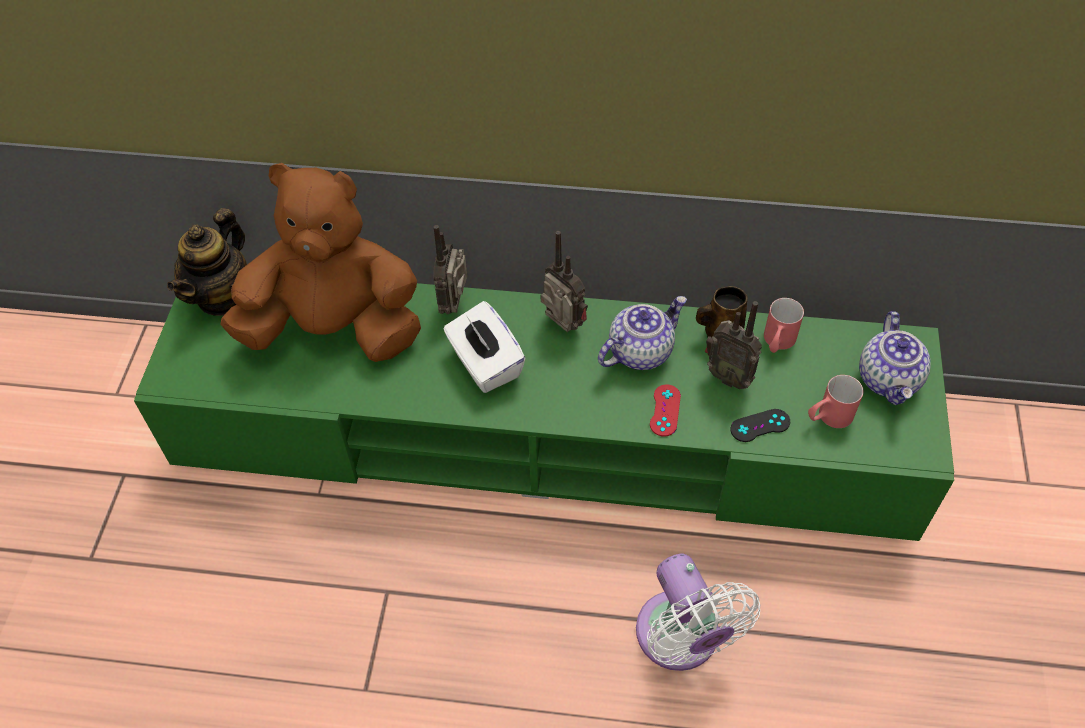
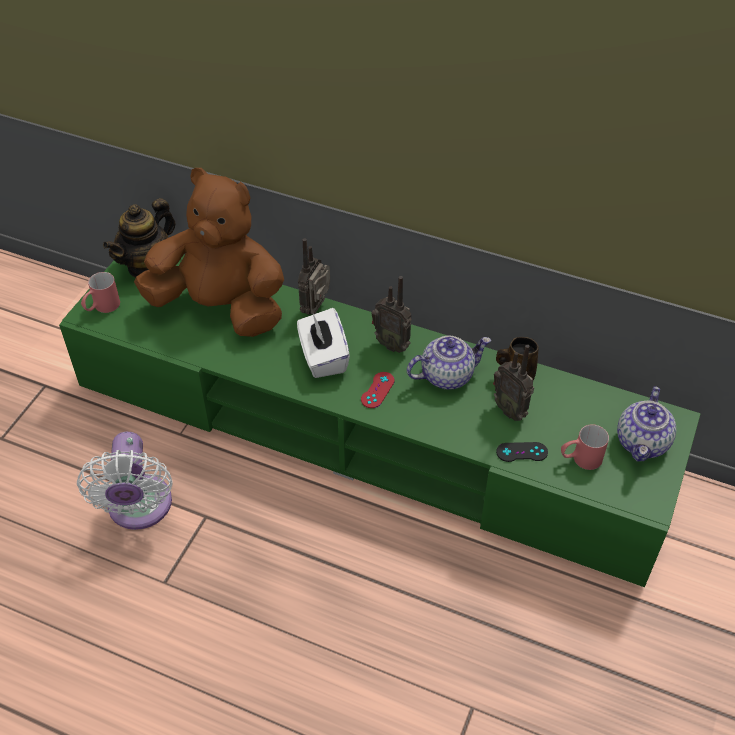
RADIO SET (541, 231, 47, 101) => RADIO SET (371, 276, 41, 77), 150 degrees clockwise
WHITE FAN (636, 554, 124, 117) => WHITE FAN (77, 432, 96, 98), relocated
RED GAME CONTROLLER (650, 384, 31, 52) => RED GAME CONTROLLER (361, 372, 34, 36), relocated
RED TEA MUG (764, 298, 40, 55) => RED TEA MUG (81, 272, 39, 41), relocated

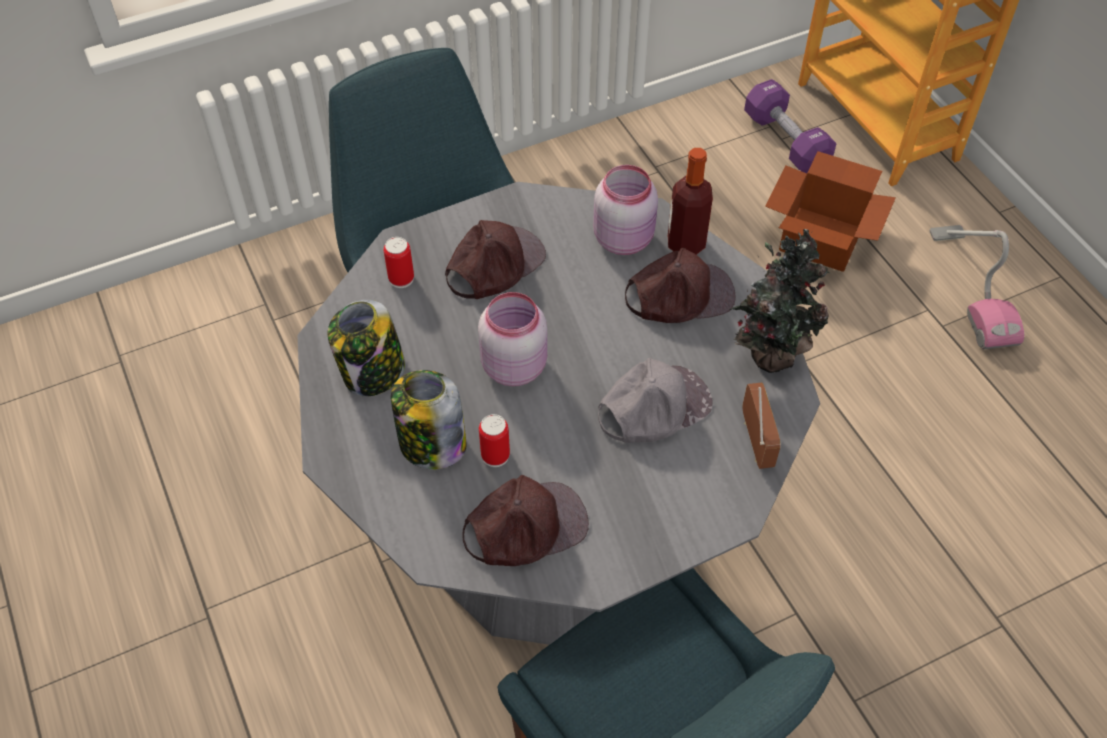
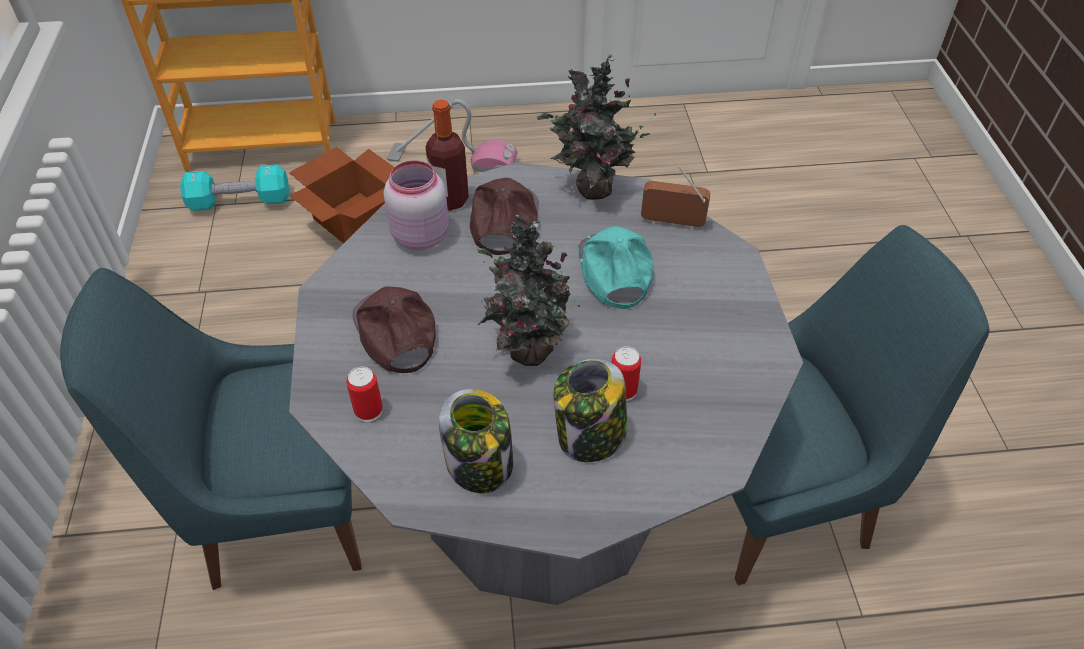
BROWN PEAKED CAP (462, 475, 127, 91) => nothing
PINK JAR (478, 292, 69, 94) => PLANT IN A POT (477, 215, 103, 151)
GREYISH PEAKED CAP (598, 358, 115, 85) => BLUE-GREEN PEAKED CAP (578, 226, 75, 83)
PURPLISH HAND WEIGHT (744, 79, 92, 94) => BLUE-GREEN HAND WEIGHT (180, 164, 109, 47)

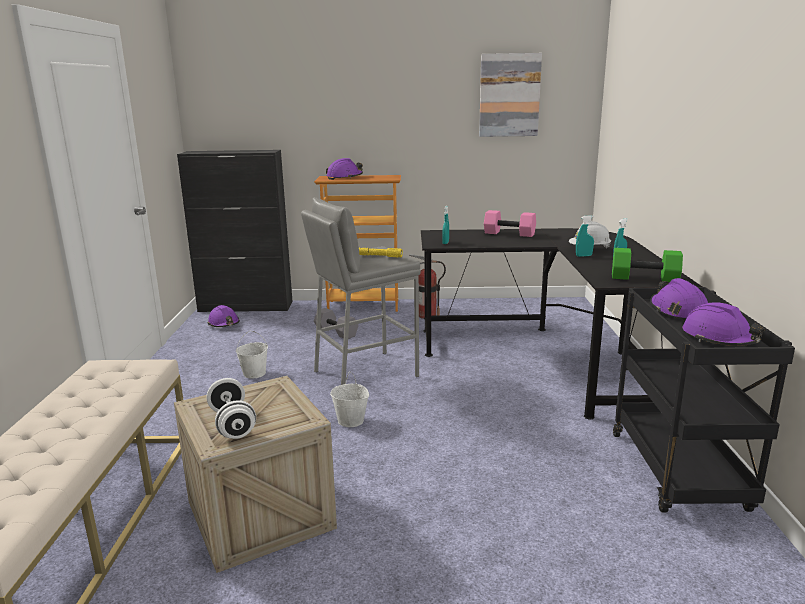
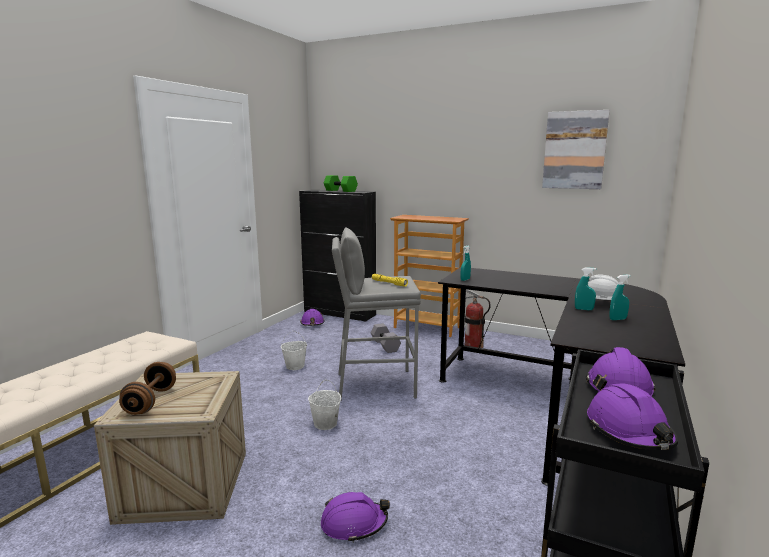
WHITE HAND WEIGHT (206, 378, 50, 61) => BROWN HAND WEIGHT (119, 362, 57, 53)
PURPLISH HARD HAT (326, 158, 37, 22) => PURPLISH HARD HAT (321, 492, 69, 51), relocated
PINK HAND WEIGHT (484, 210, 52, 27) => nothing
GREENISH HAND WEIGHT (612, 248, 71, 34) => GREENISH HAND WEIGHT (324, 175, 34, 17), relocated

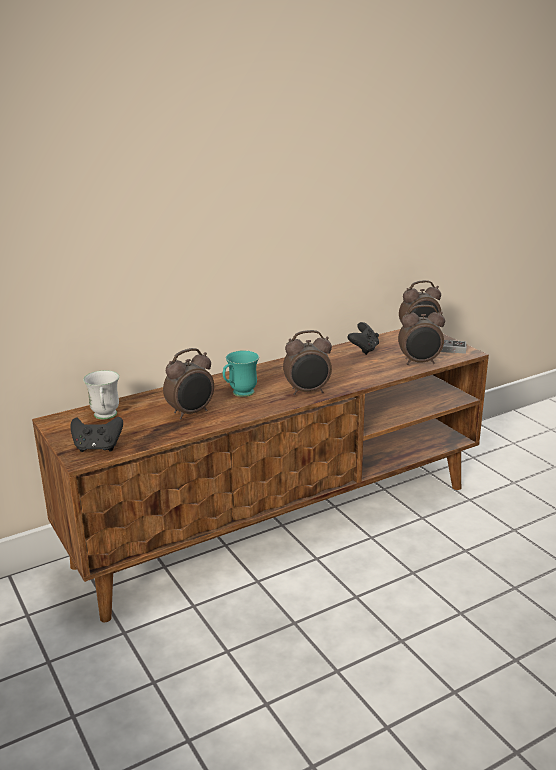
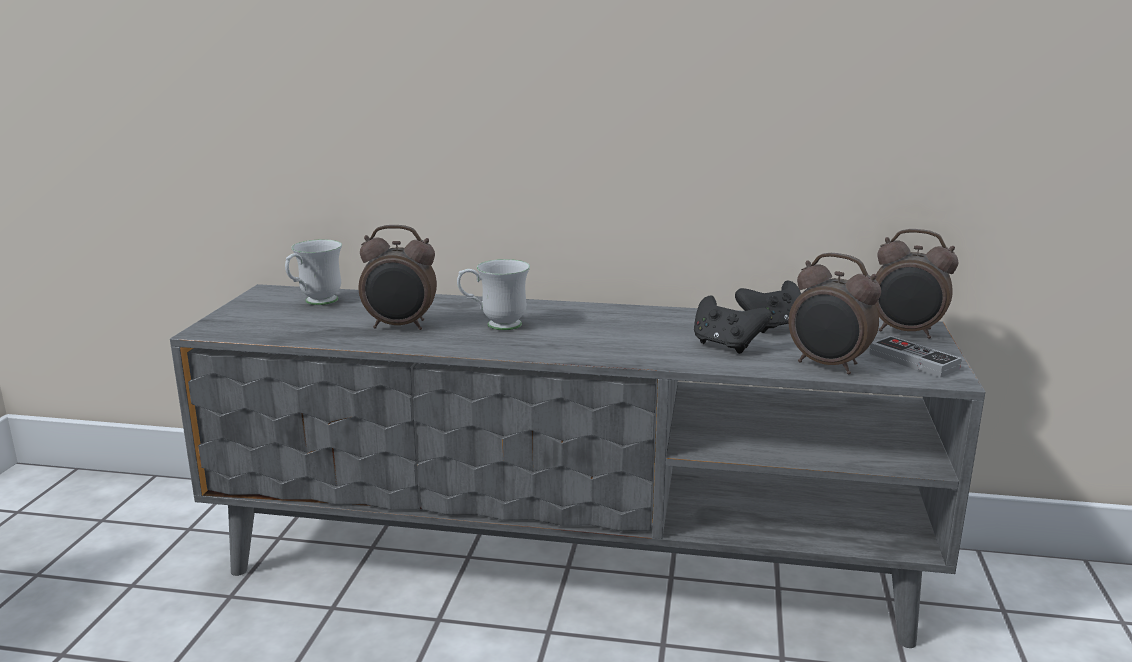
BROWN TV UNIT (32, 329, 457, 293) => GREYISH TV UNIT (170, 284, 815, 364)
BLACK-COLOURED GAME CONTROLLER (70, 417, 53, 35) => BLACK-COLOURED GAME CONTROLLER (694, 296, 77, 58), relocated
BLUE-GREEN TEA MUG (223, 350, 36, 47) => WHITE TEA MUG (457, 259, 73, 71)
BEDSIDE CLOCK (283, 330, 49, 65) => nothing

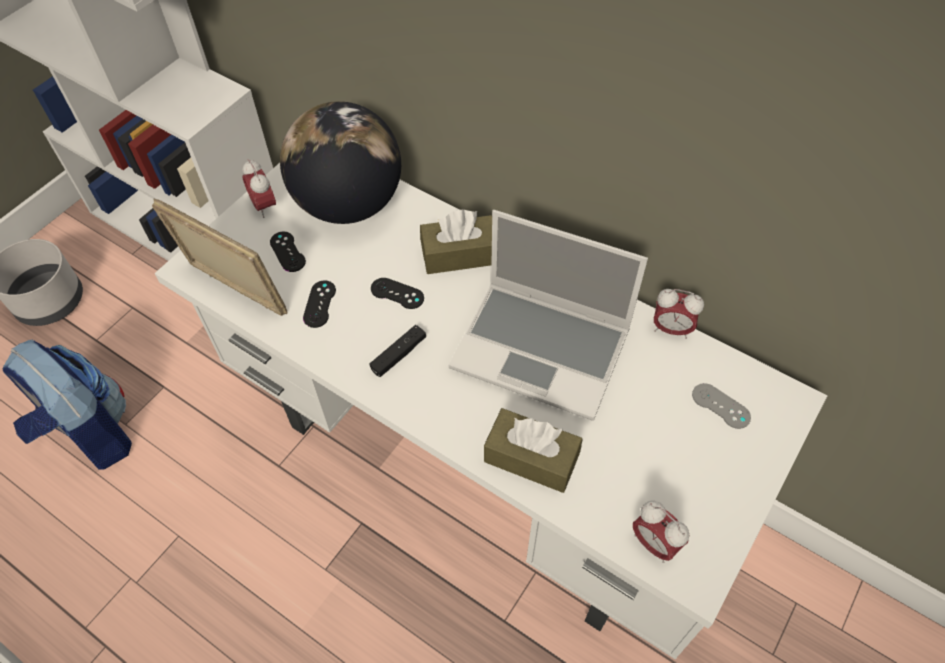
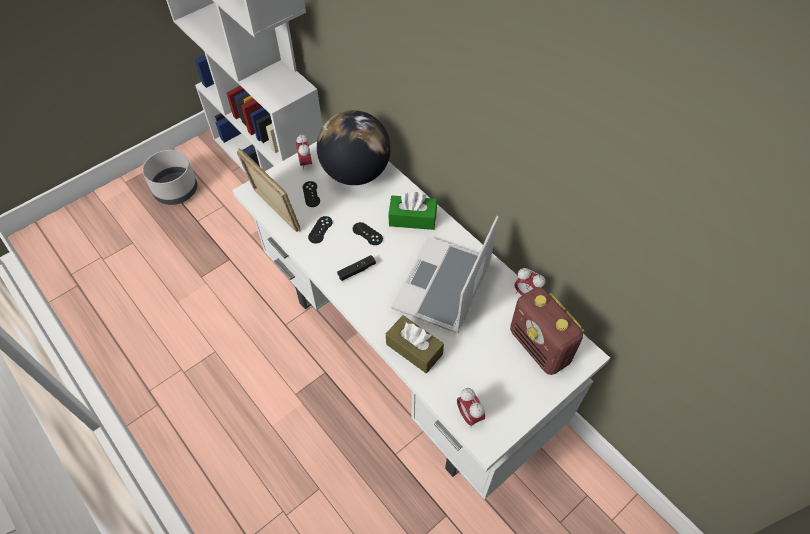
KNAPSACK (3, 340, 129, 130) => nothing
BROWN TISSUE HOLDER (420, 210, 72, 64) => GREENISH TISSUE HOLDER (388, 192, 49, 38)
PORTABLE COMPUTER (449, 210, 199, 211) => PORTABLE COMPUTER (391, 216, 107, 118), 75 degrees clockwise
GREYISH GAME CONTROLLER (692, 383, 59, 46) => RADIO SET (510, 287, 75, 88)

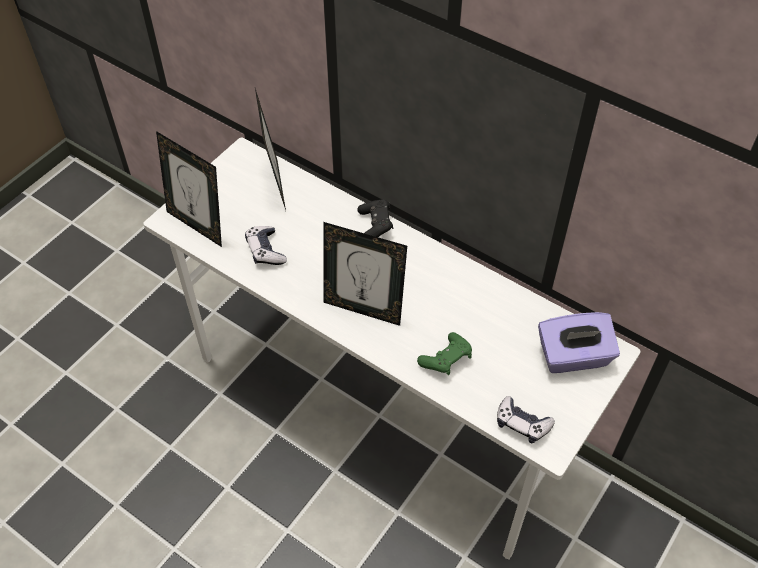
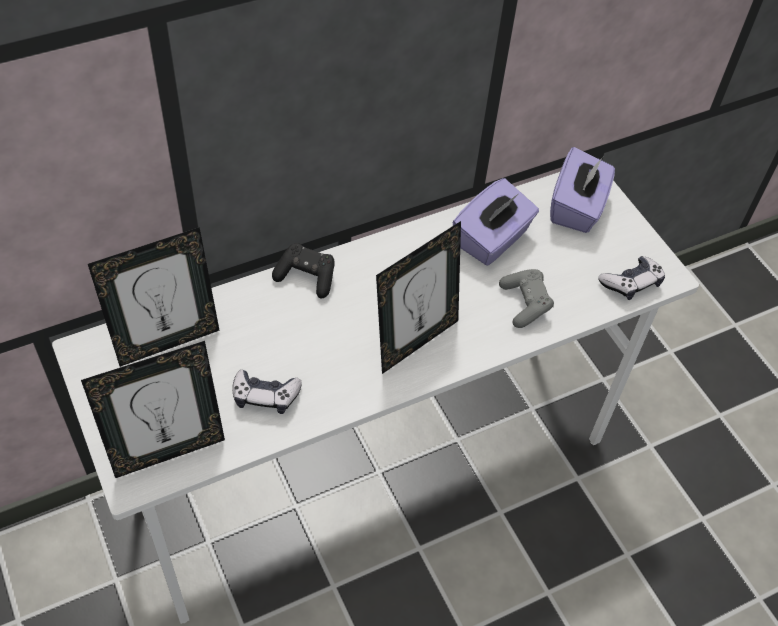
PHOTO FRAME (255, 88, 31, 122) => PHOTO FRAME (88, 227, 132, 140), 135 degrees clockwise
GREENISH GAME CONTROLLER (417, 332, 55, 43) => GREYISH GAME CONTROLLER (499, 269, 55, 59)
nothing => PURPLISH TISSUE HOLDER (453, 178, 86, 88)

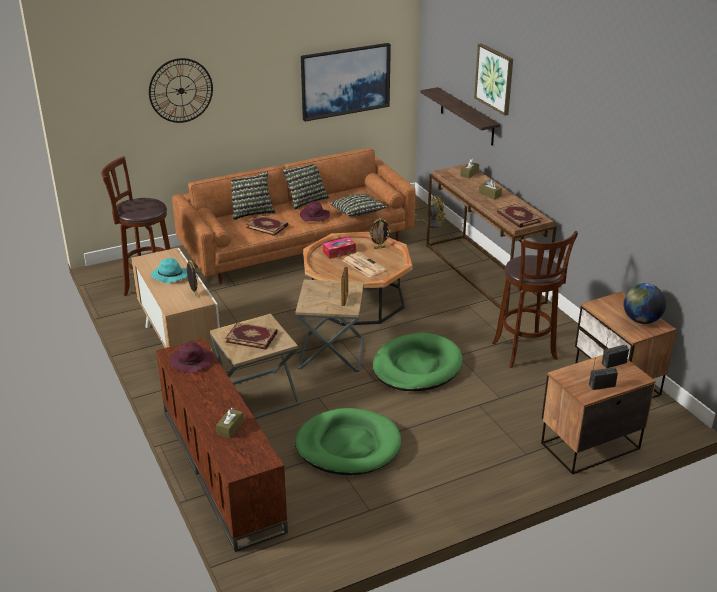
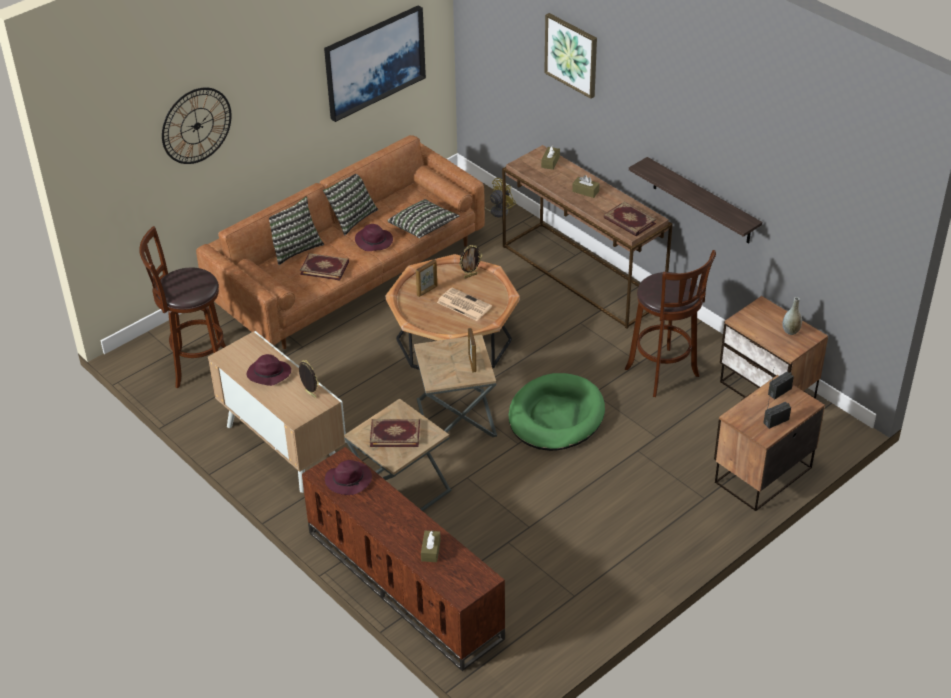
BLUE-GREEN HAT (151, 258, 36, 25) => PURPLISH HAT (247, 354, 44, 32)
GREENISH PET BED (295, 408, 106, 67) => nothing
TISSUE HOLDER (323, 237, 33, 22) => PHOTO FRAME (416, 259, 21, 38)
SHELF (421, 87, 79, 59) => SHELF (629, 157, 133, 87), relocated
WORLD GLOBE (623, 283, 43, 41) => GREYISH FLOWER VASE (783, 297, 19, 38)

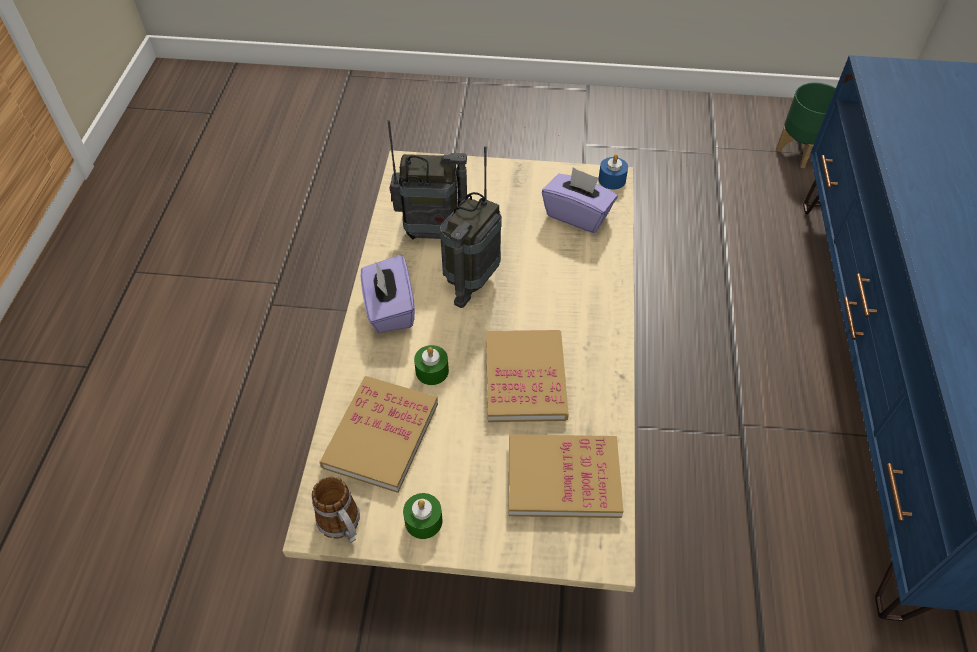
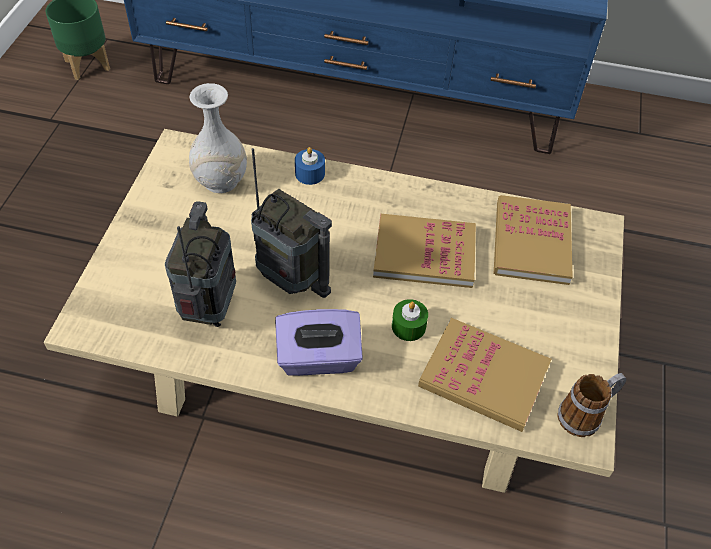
GREENISH WAX LIGHT (403, 493, 39, 46) => nothing
PURPLISH TISSUE HOLDER (542, 167, 76, 66) => WHITE FLOWER VASE (189, 83, 58, 110)
BLUE-COLOURED WAX LIGHT (598, 154, 30, 36) => BLUE-COLOURED WAX LIGHT (295, 147, 30, 38), relocated

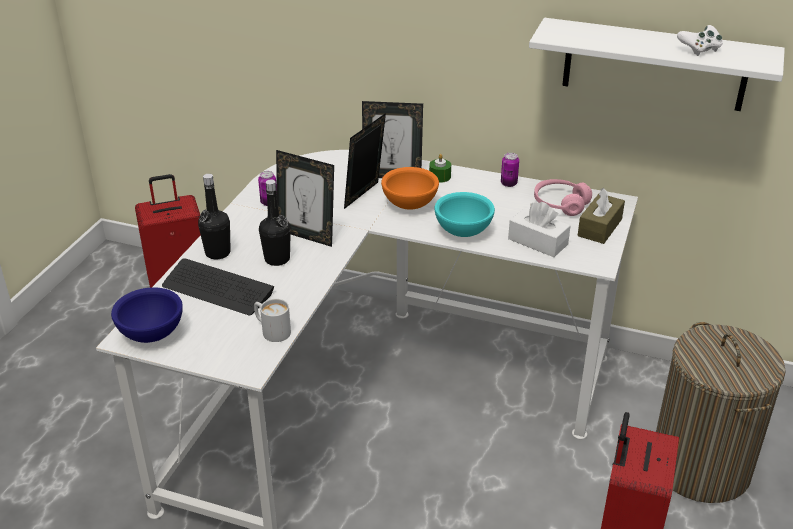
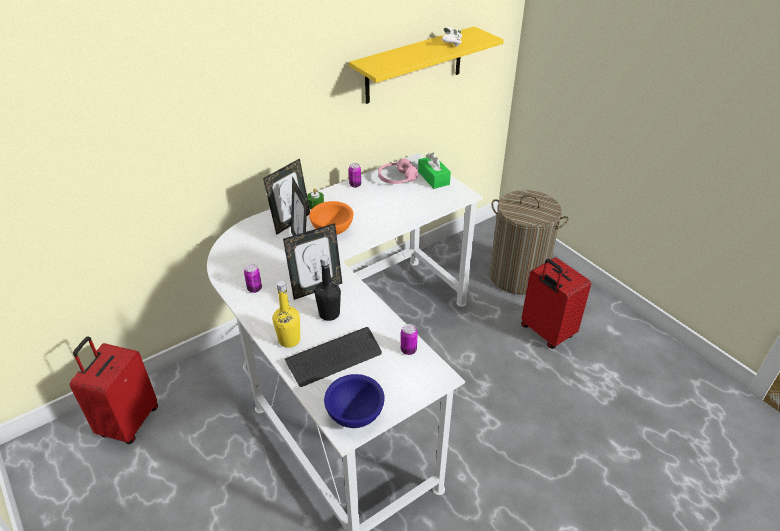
BLACK-COLOURED BOTTLE (198, 174, 33, 86) => YELLOW-COLOURED BOTTLE (273, 281, 27, 67)
WHITE TEA MUG (254, 299, 37, 43) => SEALED CAN (401, 324, 17, 31)
BLUE-GREEN DEEP DISH (434, 192, 61, 45) => nothing
WHITE TISSUE HOLDER (508, 202, 62, 55) => nothing
WHITE SHELF (529, 18, 256, 93) => YELLOW-COLOURED SHELF (349, 26, 155, 78)
BROWN TISSUE HOLDER (578, 188, 47, 56) => GREENISH TISSUE HOLDER (418, 153, 33, 36)

